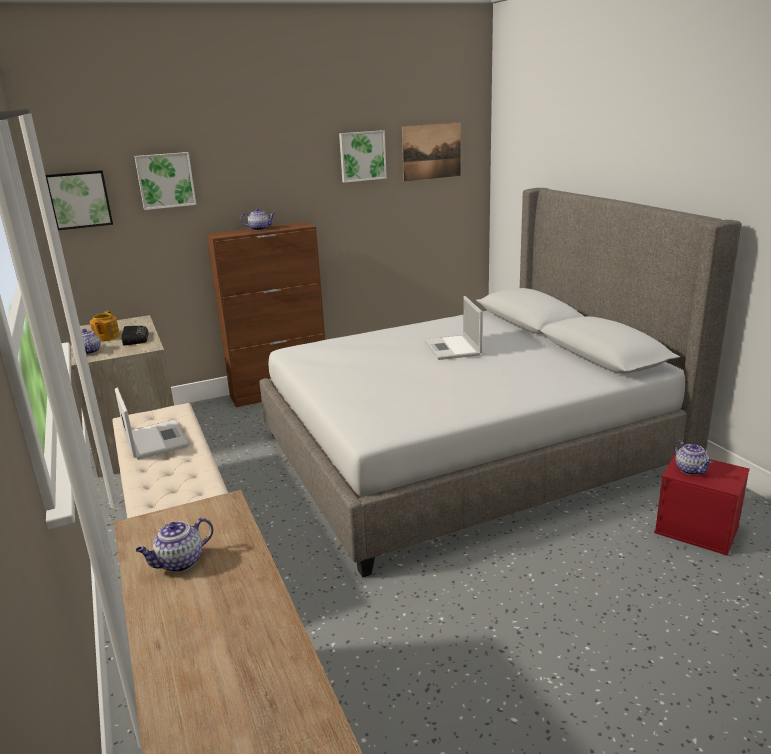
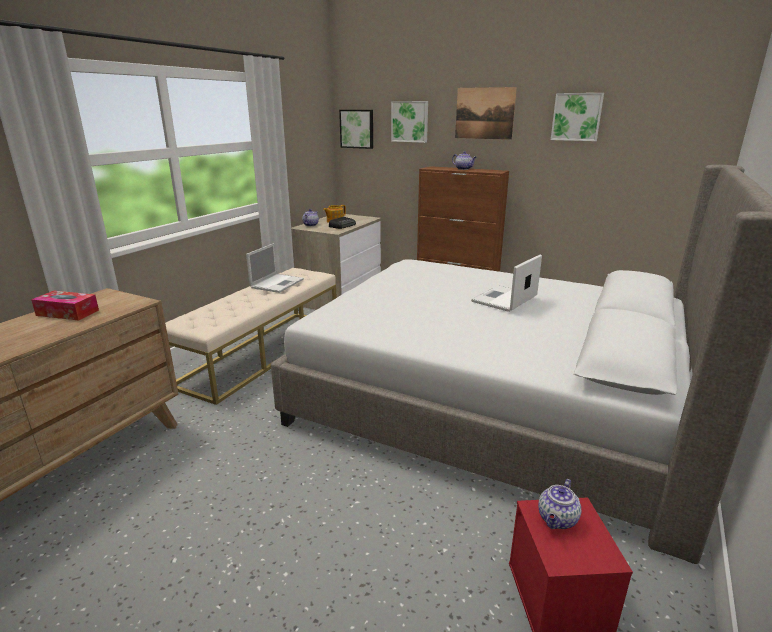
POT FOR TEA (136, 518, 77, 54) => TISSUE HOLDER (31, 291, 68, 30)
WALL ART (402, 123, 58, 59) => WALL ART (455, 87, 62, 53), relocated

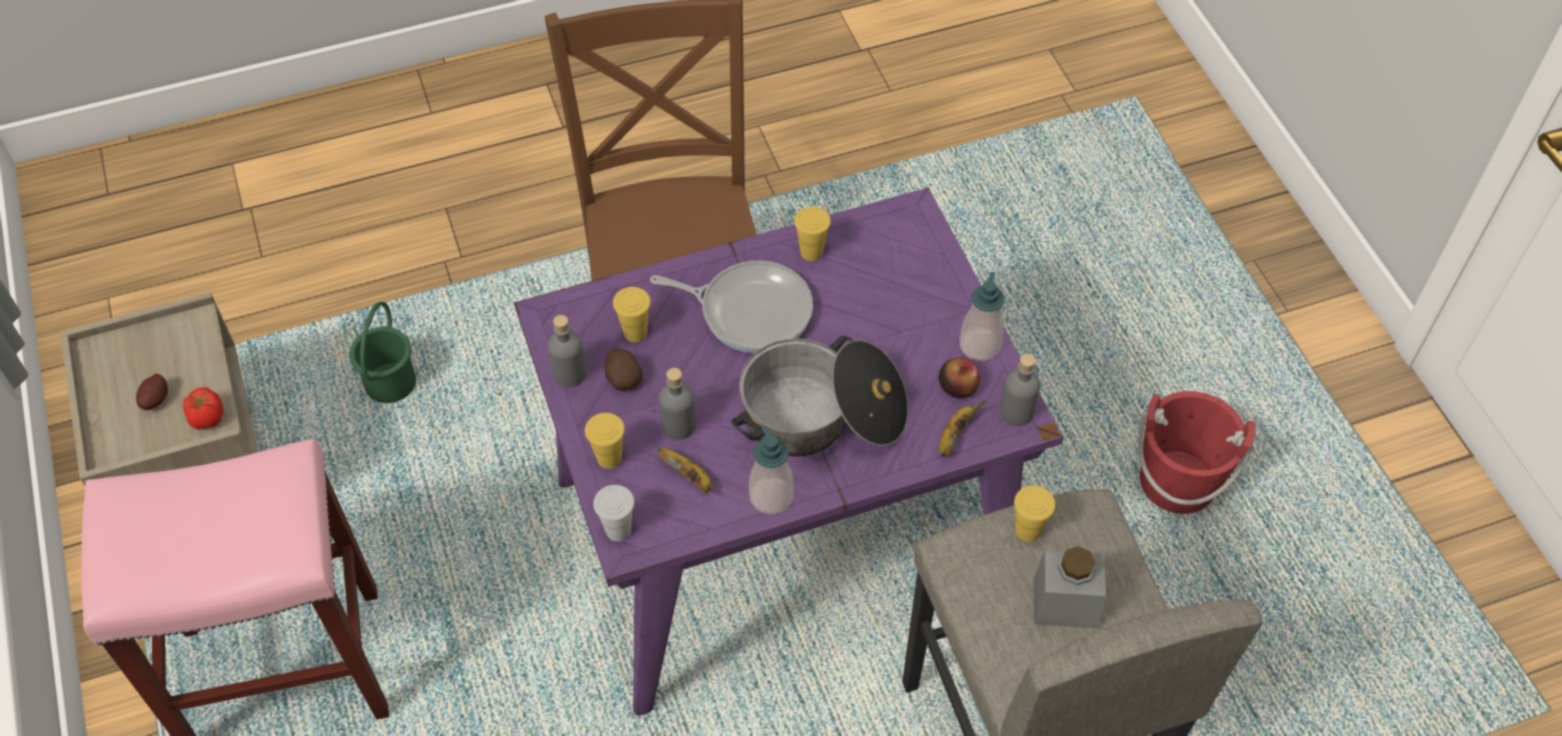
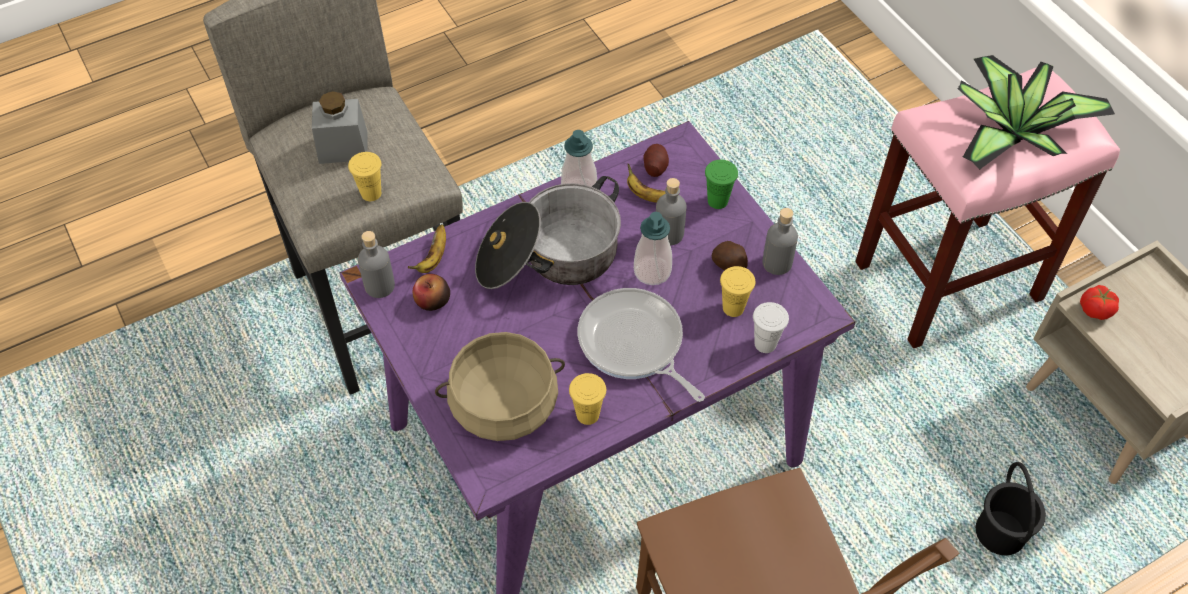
SPUD (136, 373, 32, 37) => SPUD (643, 144, 26, 33), relocated
GREENISH BUCKET (349, 302, 67, 101) => BLACK-COLOURED BUCKET (976, 462, 70, 93)
YELLOW-COLOURED CUP (585, 413, 40, 56) => GREENISH CUP (705, 160, 33, 49)
WHITE CUP (593, 485, 42, 56) => WHITE CUP (753, 302, 36, 51), relocated
SKILLET (650, 261, 163, 92) => SKILLET (578, 288, 127, 114), 45 degrees clockwise
SOAP BOTTLE (960, 272, 44, 89) => SOAP BOTTLE (634, 212, 38, 73), relocated
RED BUCKET (1138, 391, 118, 123) => nothing
nothing => BEIGE-COLOURED STOCKPOT (435, 332, 130, 109)
nothing => PLANT IN A POT (958, 55, 157, 114)

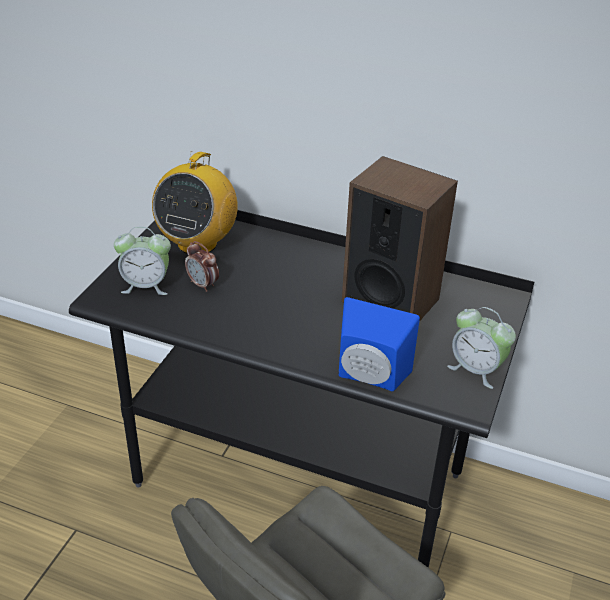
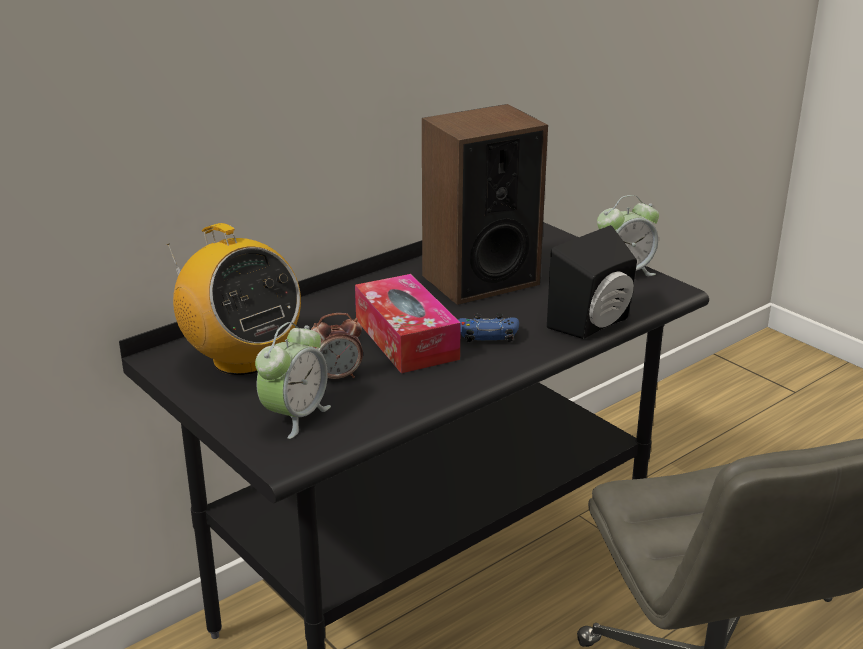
BLUE-COLOURED AUDIO SPEAKER (339, 297, 81, 94) => BLACK-COLOURED AUDIO SPEAKER (547, 225, 90, 114)
nothing => TISSUE HOLDER (355, 274, 106, 99)
nothing => BLUE-COLOURED GAME CONTROLLER (458, 313, 61, 29)

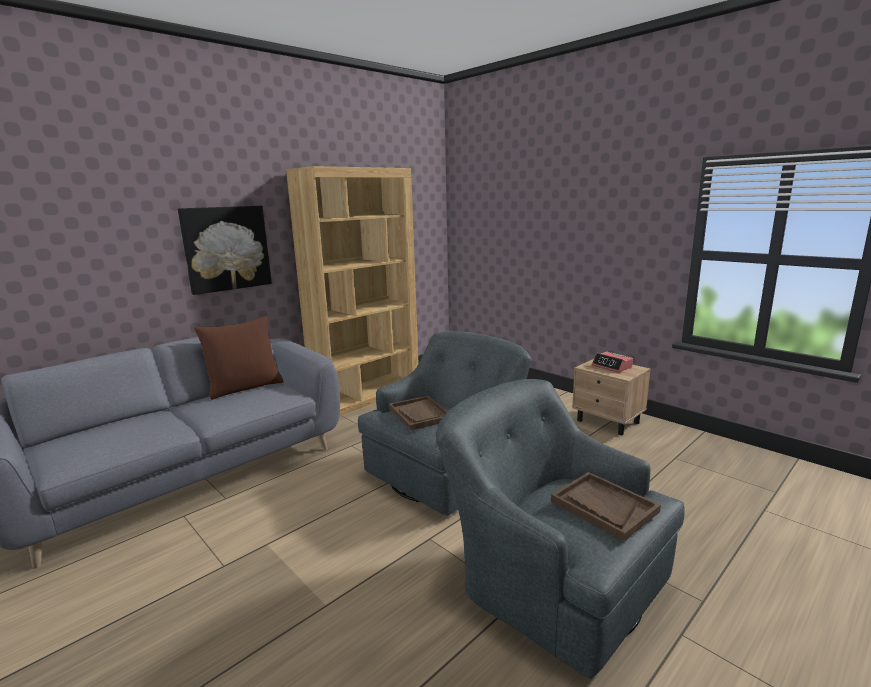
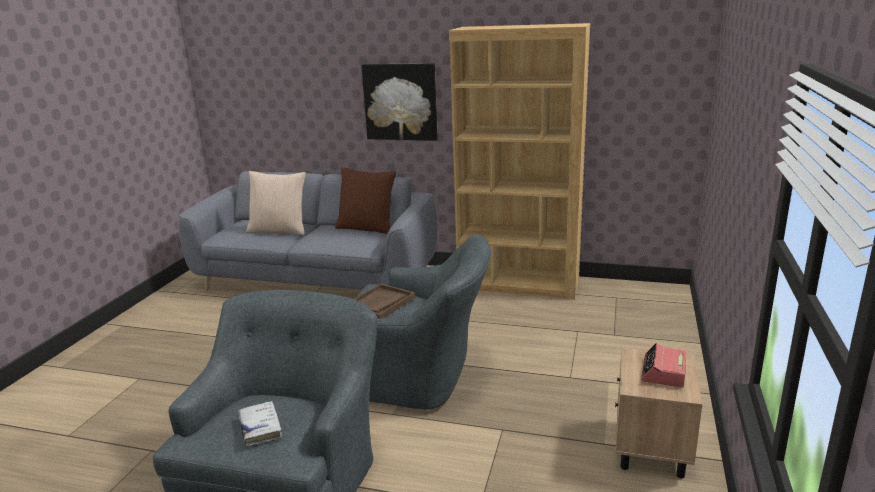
BROWN CARRYING TRAY (551, 472, 110, 69) => WHITE BOOK (238, 401, 44, 45)
nothing => BEIGE-COLOURED CUSHION (246, 171, 60, 64)

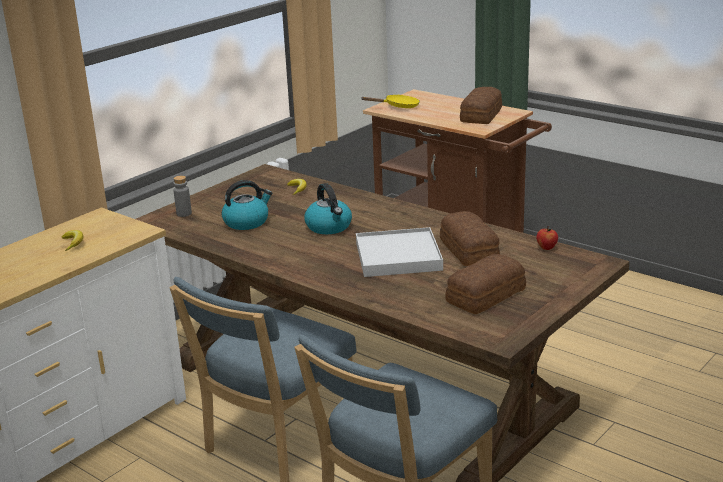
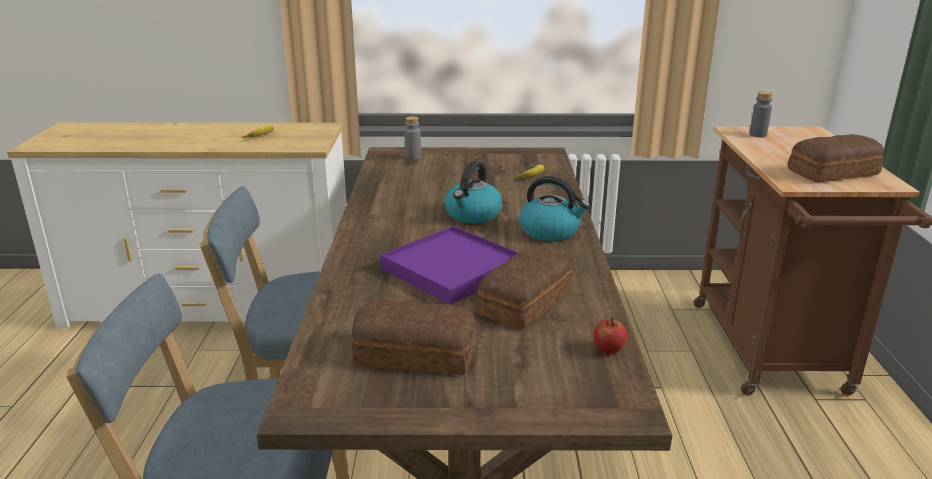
WATER KETTLE (222, 180, 50, 50) => WATER KETTLE (520, 176, 70, 65), relocated
WHITE CARRYING TRAY (356, 227, 87, 50) => PURPLISH CARRYING TRAY (380, 226, 139, 79)
YELLOW-COLOURED SKILLET (361, 95, 59, 13) => GREYISH BOTTLE (750, 91, 23, 46)

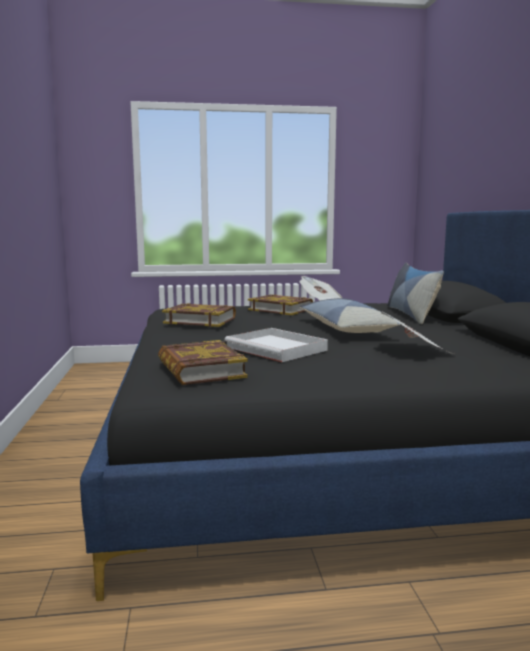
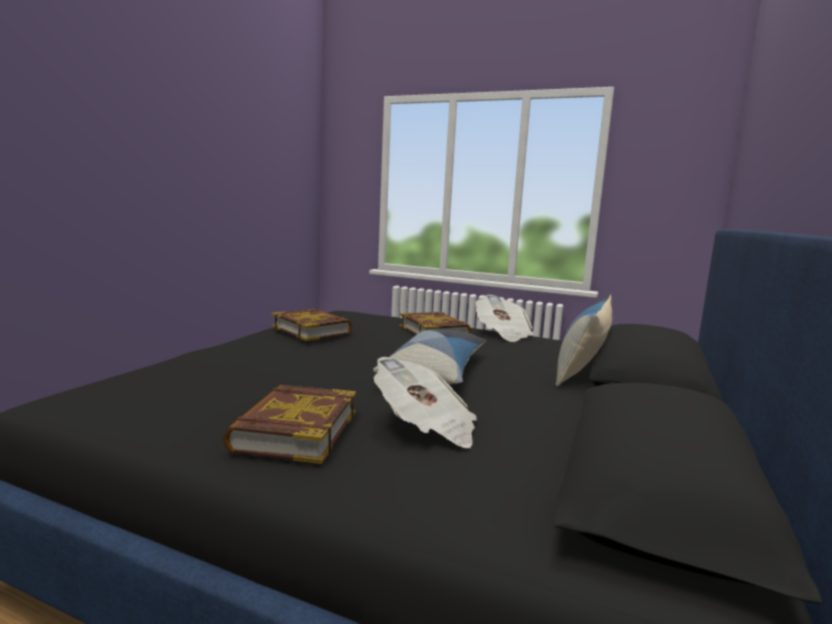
BOOK (158, 340, 90, 45) => BOOK (223, 385, 133, 79), relocated
WHITE CARRYING TRAY (225, 328, 103, 34) => nothing

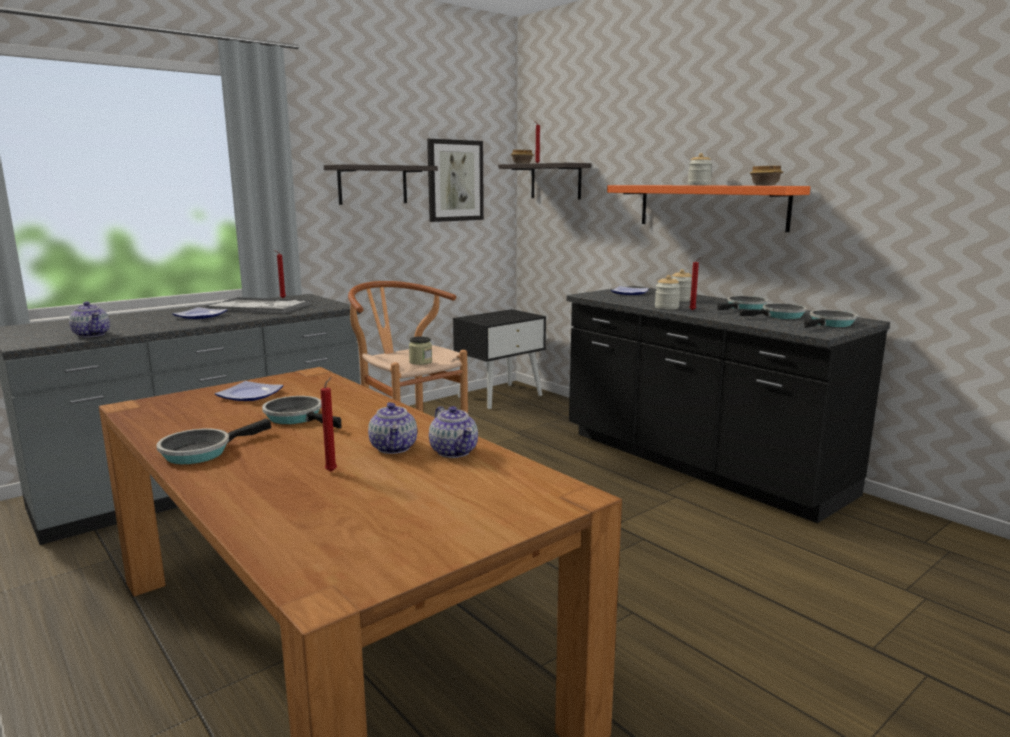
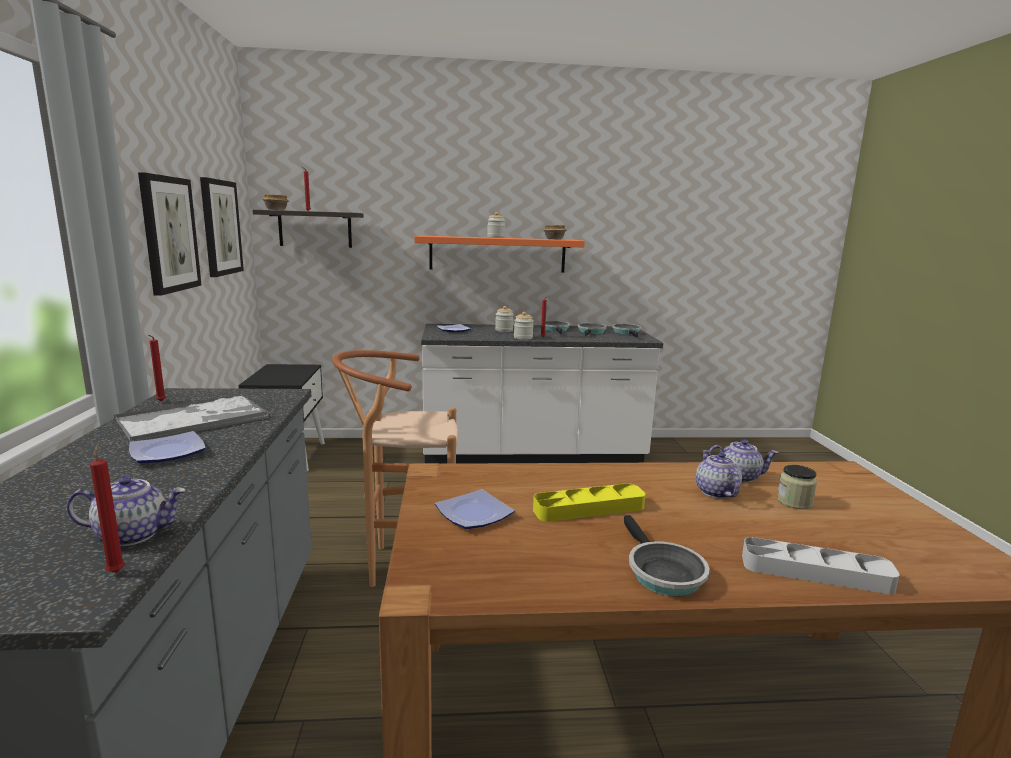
SKILLET (262, 396, 79, 32) => YELLOW-COLOURED CARRYING TRAY (533, 483, 112, 39)
RED WAX LIGHT (320, 377, 17, 95) => RED WAX LIGHT (90, 444, 35, 129), relocated
SHELF (324, 164, 114, 41) => WALL ART (138, 172, 64, 124)
POT FOR TEA (368, 402, 49, 52) => POT FOR TEA (696, 450, 46, 49), 120 degrees counterclockwise
JAR (409, 336, 23, 29) => JAR (777, 465, 40, 44), relocated
BLACK-COLOURED KITCHEN BASE UNIT (567, 286, 323, 237) => WHITE KITCHEN BASE UNIT (421, 324, 242, 140)
nothing => GREYISH CARRYING TRAY (742, 537, 158, 57)

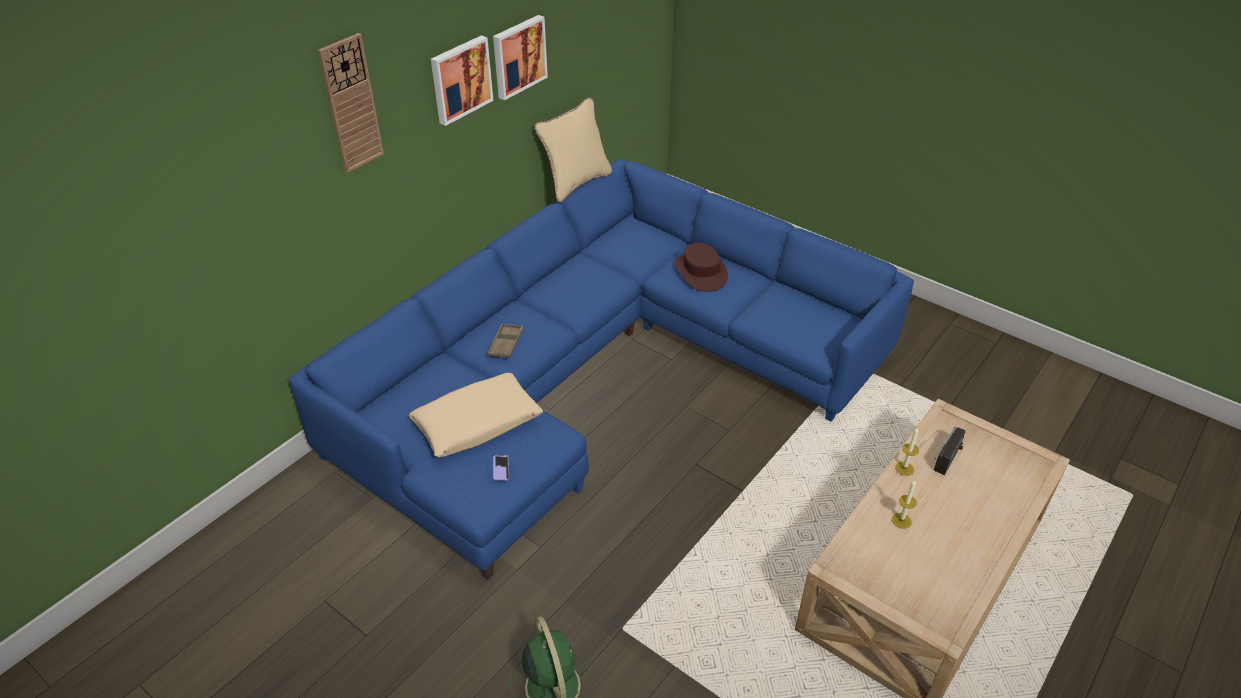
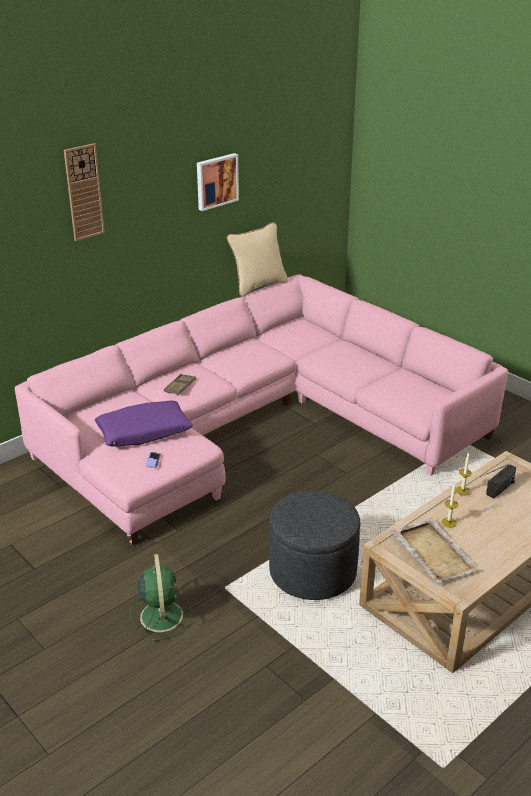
BLUE-COLOURED COUCH (288, 159, 626, 421) => PINK COUCH (15, 274, 493, 272)
BEIGE-COLOURED CUSHION (409, 373, 134, 84) => PURPLISH CUSHION (95, 401, 98, 46)
WALL ART (431, 35, 62, 91) => nothing
BROWN HAT (675, 243, 53, 49) => nothing
nothing => GREYISH OTTOMAN (269, 490, 91, 110)
nothing => BEIGE-COLOURED CARRYING TRAY (390, 518, 91, 65)

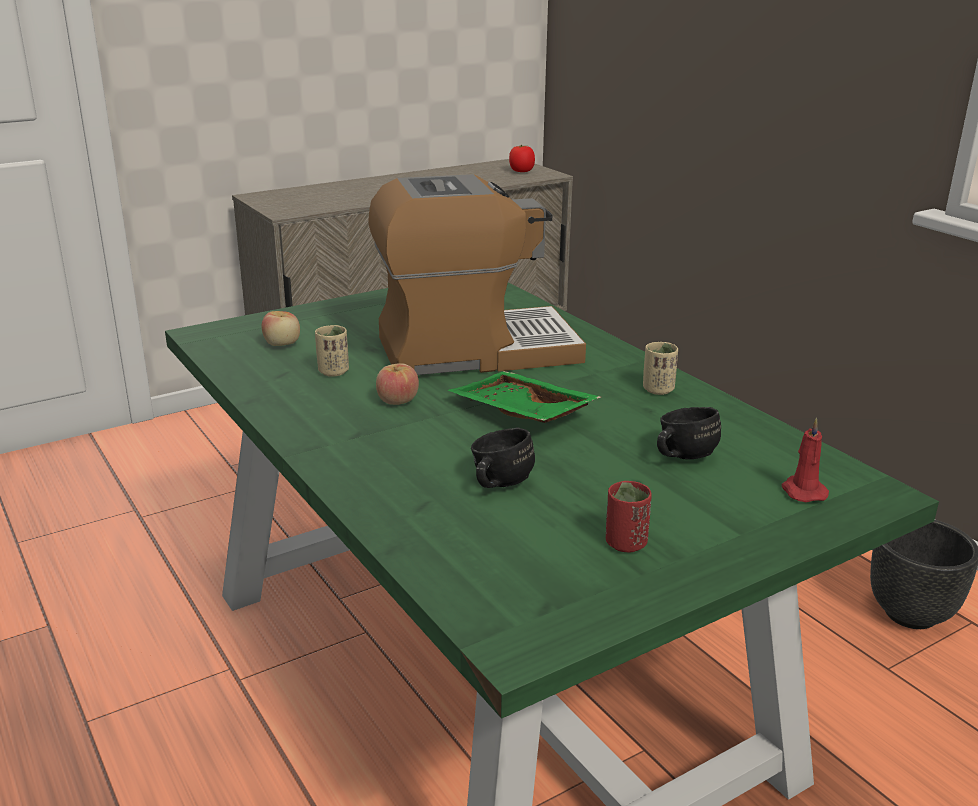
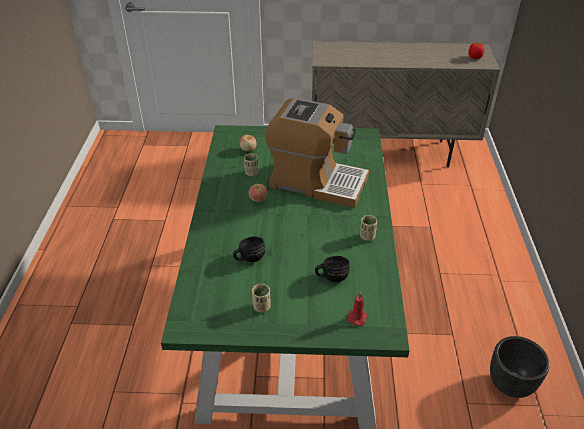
GREENISH CARRYING TRAY (448, 371, 153, 52) => nothing
RED CUP (606, 481, 46, 72) => BEIGE-COLOURED CUP (252, 284, 19, 28)

